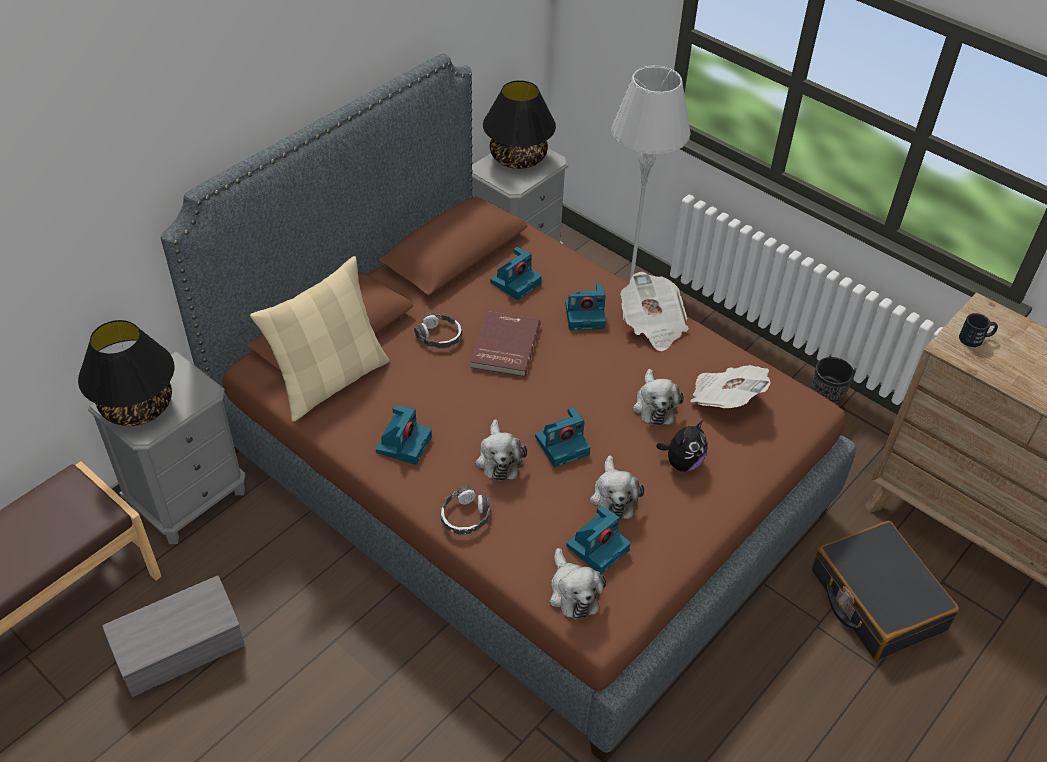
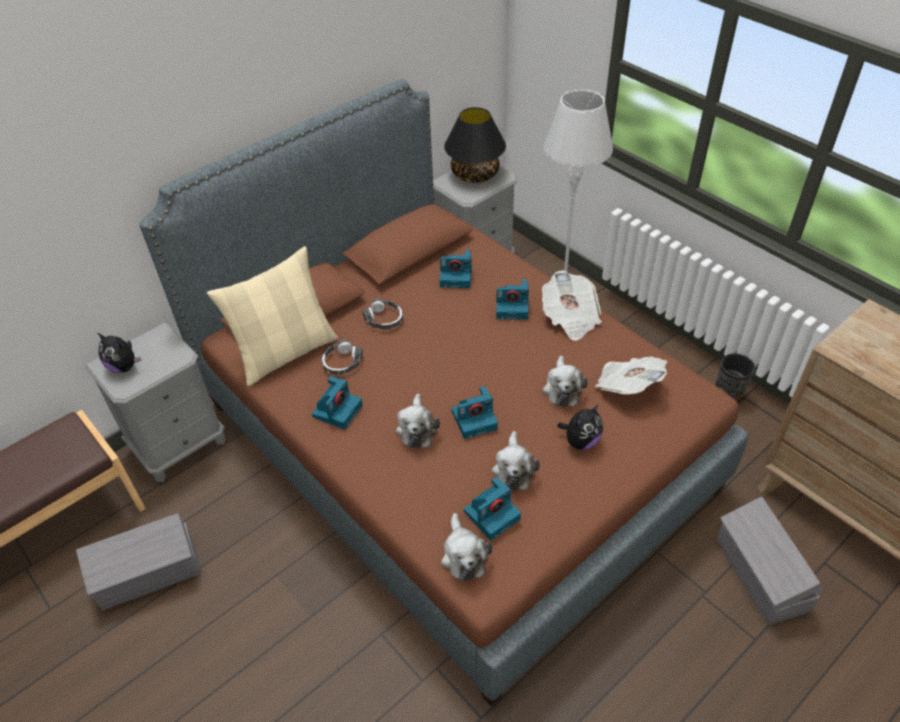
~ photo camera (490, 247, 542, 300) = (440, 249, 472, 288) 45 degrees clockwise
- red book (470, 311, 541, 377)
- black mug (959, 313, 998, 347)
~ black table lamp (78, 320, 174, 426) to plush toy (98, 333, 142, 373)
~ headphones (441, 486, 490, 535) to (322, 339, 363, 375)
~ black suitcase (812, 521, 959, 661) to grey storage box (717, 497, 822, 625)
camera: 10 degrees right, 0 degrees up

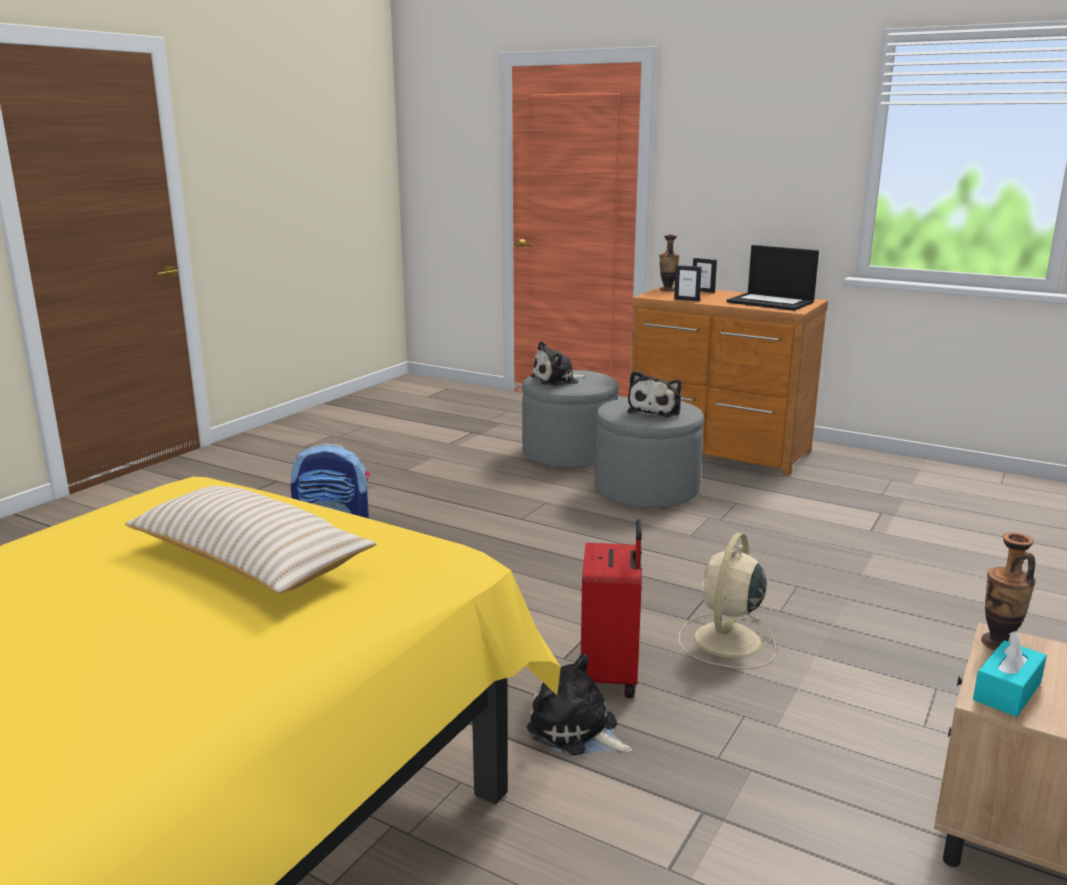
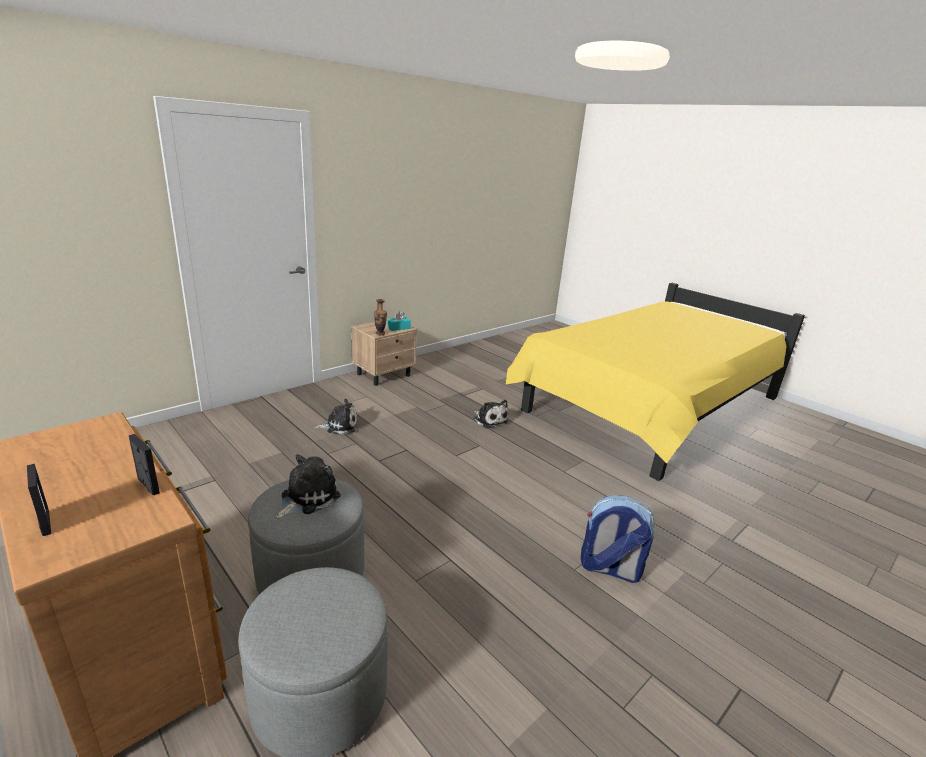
- vase (659, 235, 679, 291)
- laptop (727, 245, 819, 311)
~ plush toy (530, 341, 586, 386) to (315, 399, 357, 434)
- beige pillow (125, 486, 376, 594)
- red suitcase (581, 520, 642, 698)
- beige fan (679, 533, 776, 669)
camera: 165 degrees left, 5 degrees up

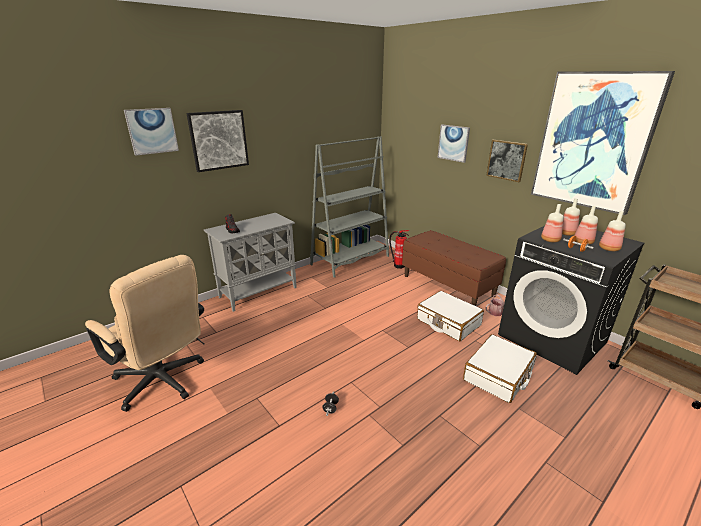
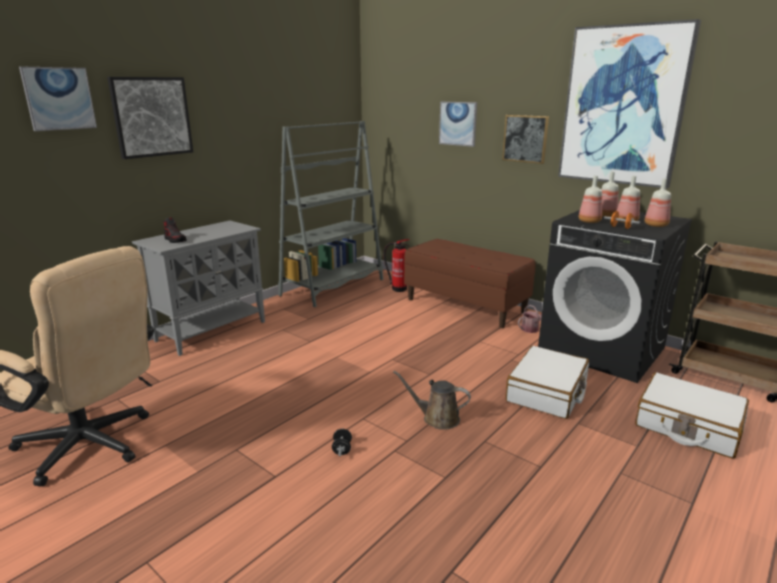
~ white suitcase (417, 291, 484, 341) to (635, 372, 749, 459)
+ brown watering can (393, 371, 471, 430)
camera: 10 degrees left, 5 degrees down

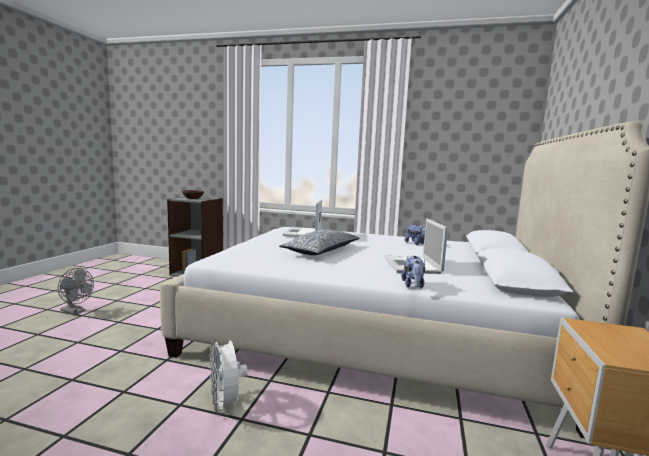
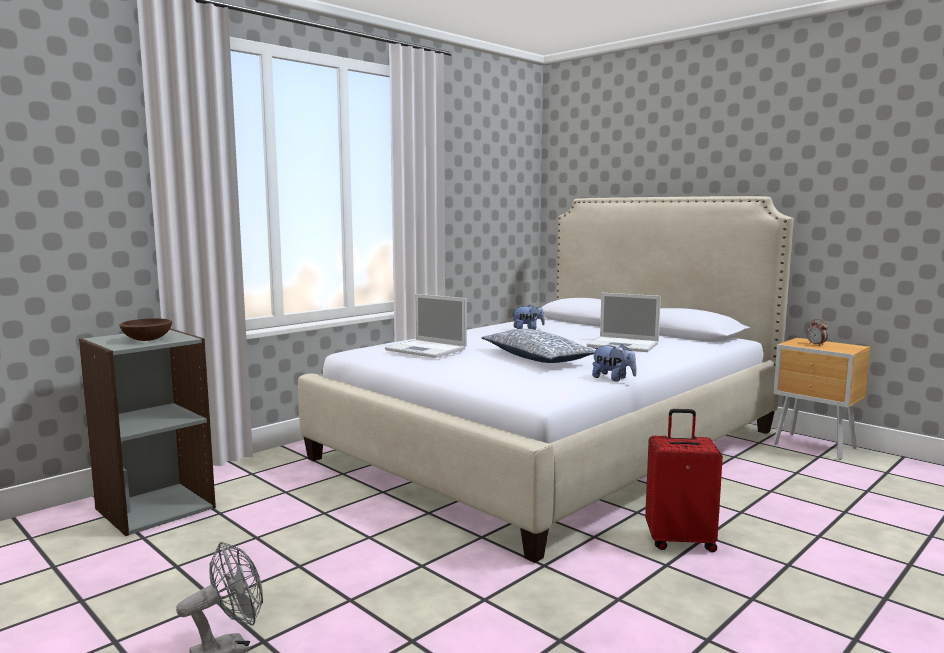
~ plush toy (401, 256, 425, 288) to (592, 344, 637, 381)
~ white fan (209, 338, 248, 415) to red suitcase (645, 409, 723, 552)
+ alarm clock (807, 319, 828, 346)
camera: 60 degrees left, 0 degrees up

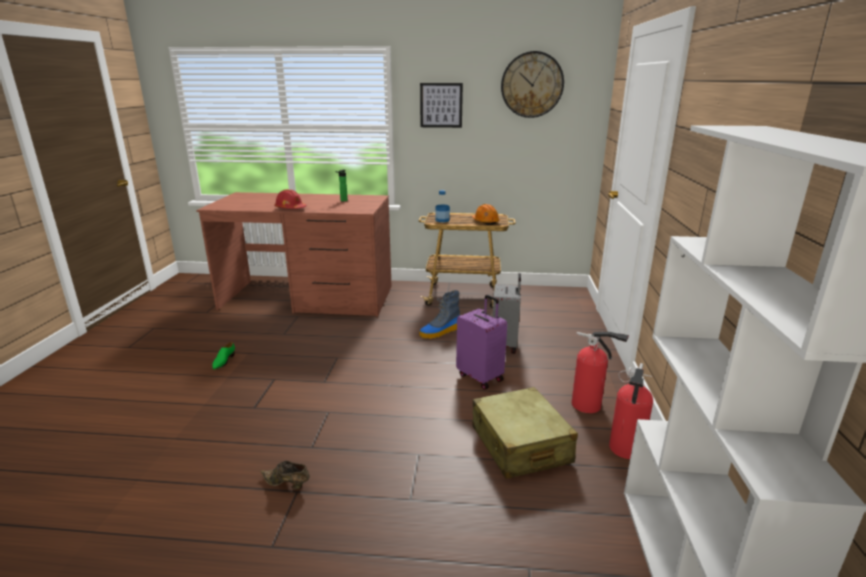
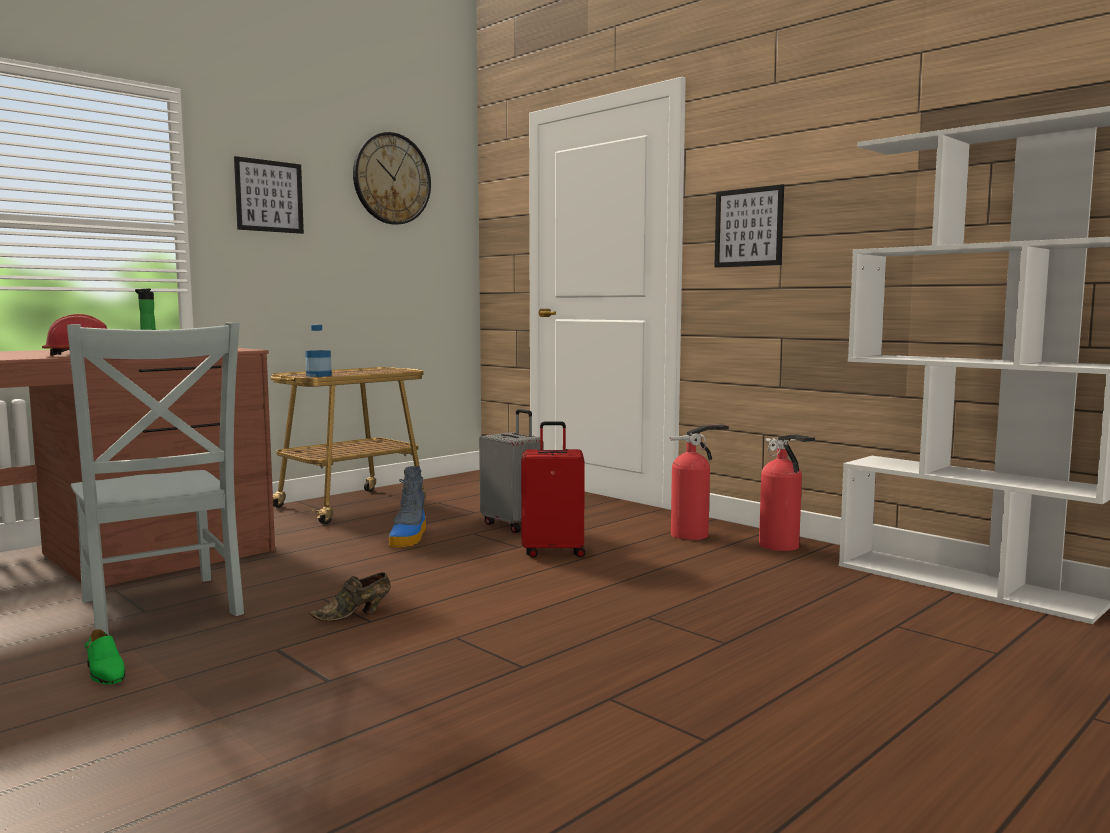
- orange hard hat (472, 204, 500, 225)
~ purple suitcase (456, 295, 507, 390) to red suitcase (521, 421, 585, 557)
- beige suitcase (473, 387, 578, 479)
~ brown shoe (260, 460, 310, 489) to (309, 572, 391, 621)
+ picture (714, 184, 784, 268)
+ grey chair (67, 323, 244, 635)
camera: 50 degrees left, 15 degrees down

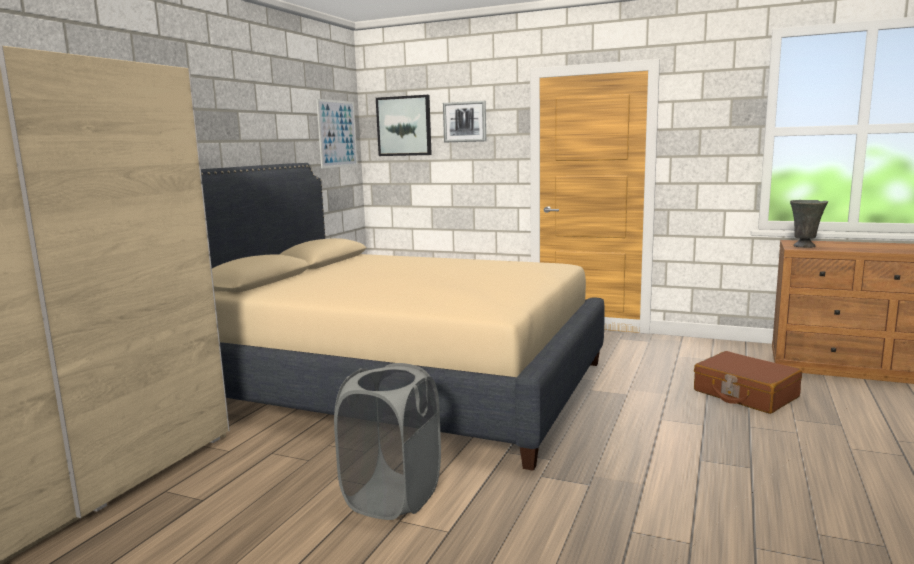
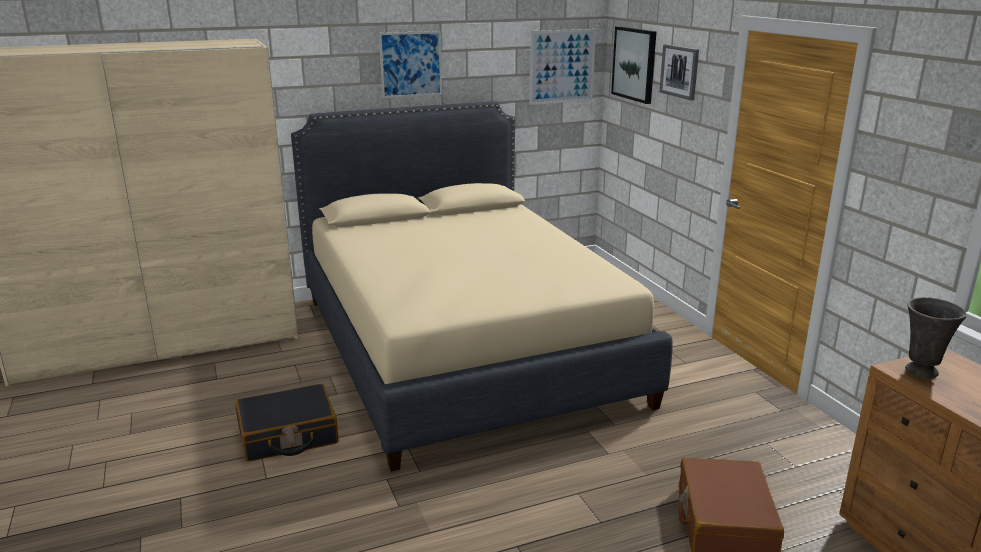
~ grey laundry basket (334, 363, 441, 520) to black suitcase (235, 384, 339, 462)
+ picture (379, 31, 442, 98)
camera: 45 degrees right, 10 degrees up

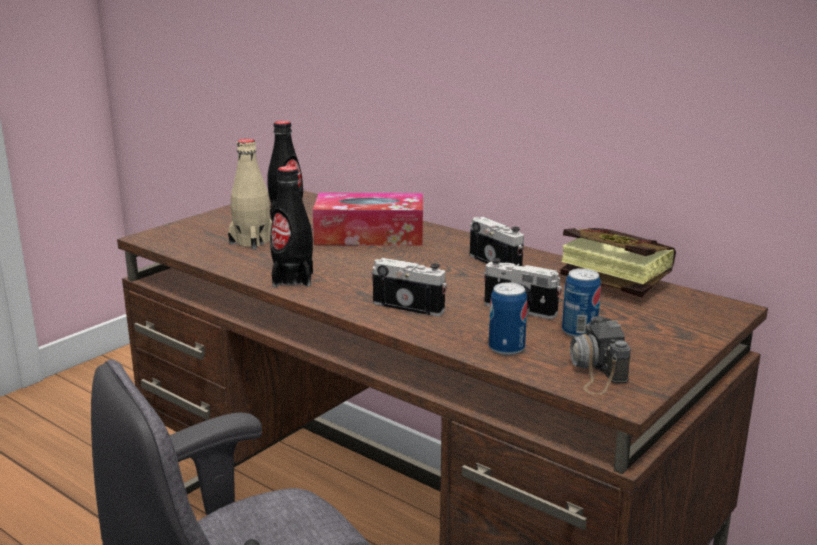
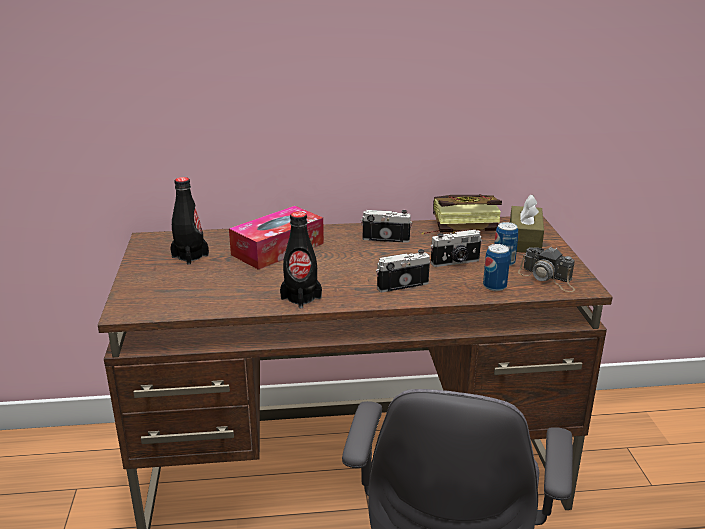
- beige bottle (228, 139, 272, 250)
+ brown tissue box (510, 194, 544, 253)
camera: 45 degrees left, 5 degrees up

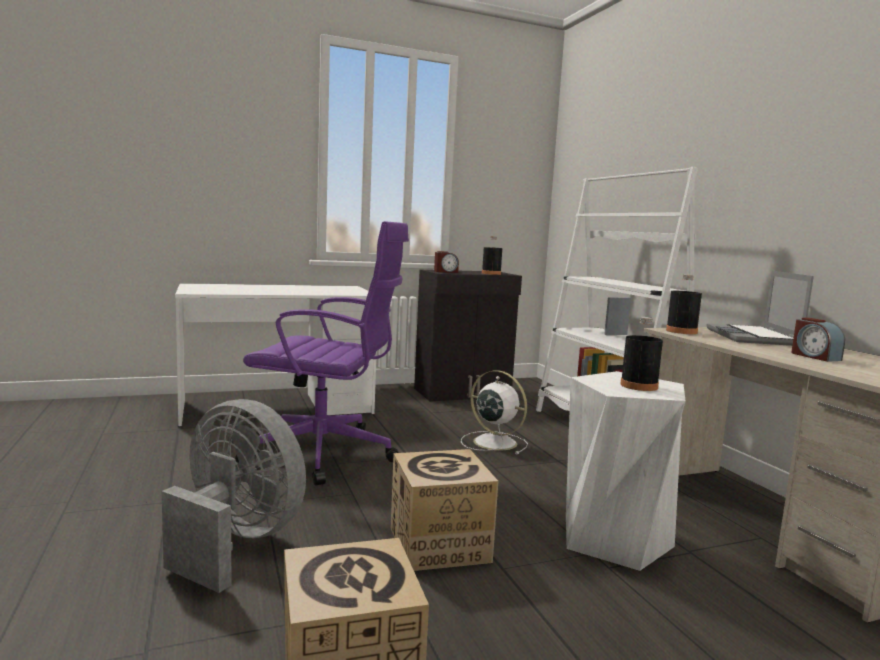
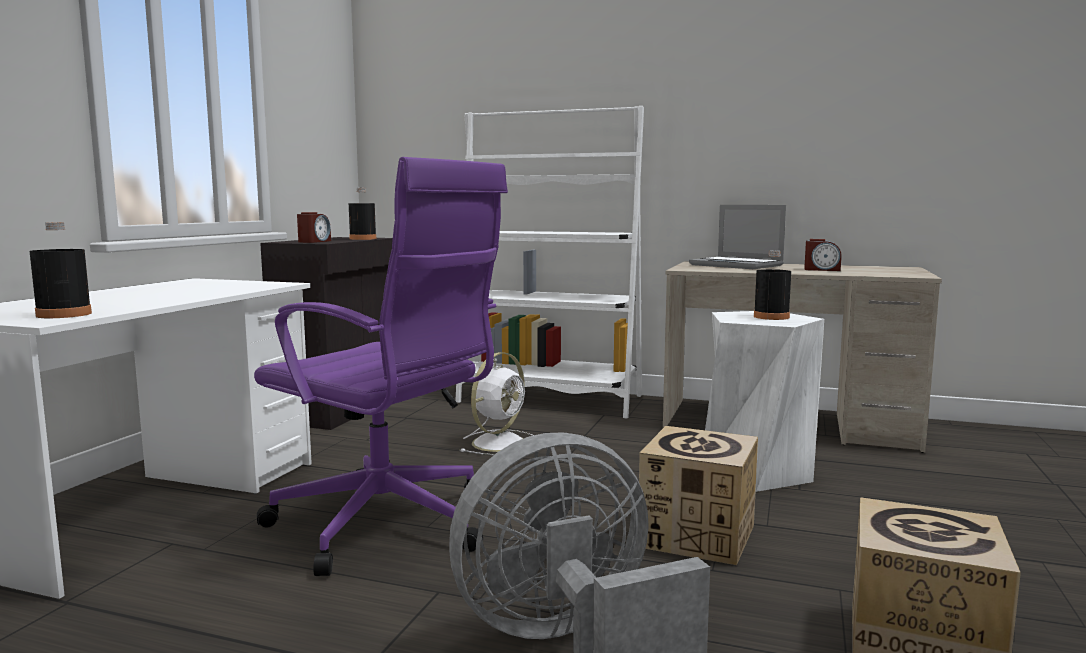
~ purple office chair (235, 221, 409, 486) = (254, 157, 508, 576) 75 degrees clockwise
~ black bottle (666, 275, 702, 334) to (30, 222, 92, 318)
~ white fan (461, 370, 528, 454) = (460, 352, 534, 455) 135 degrees clockwise
camera: 50 degrees left, 0 degrees up

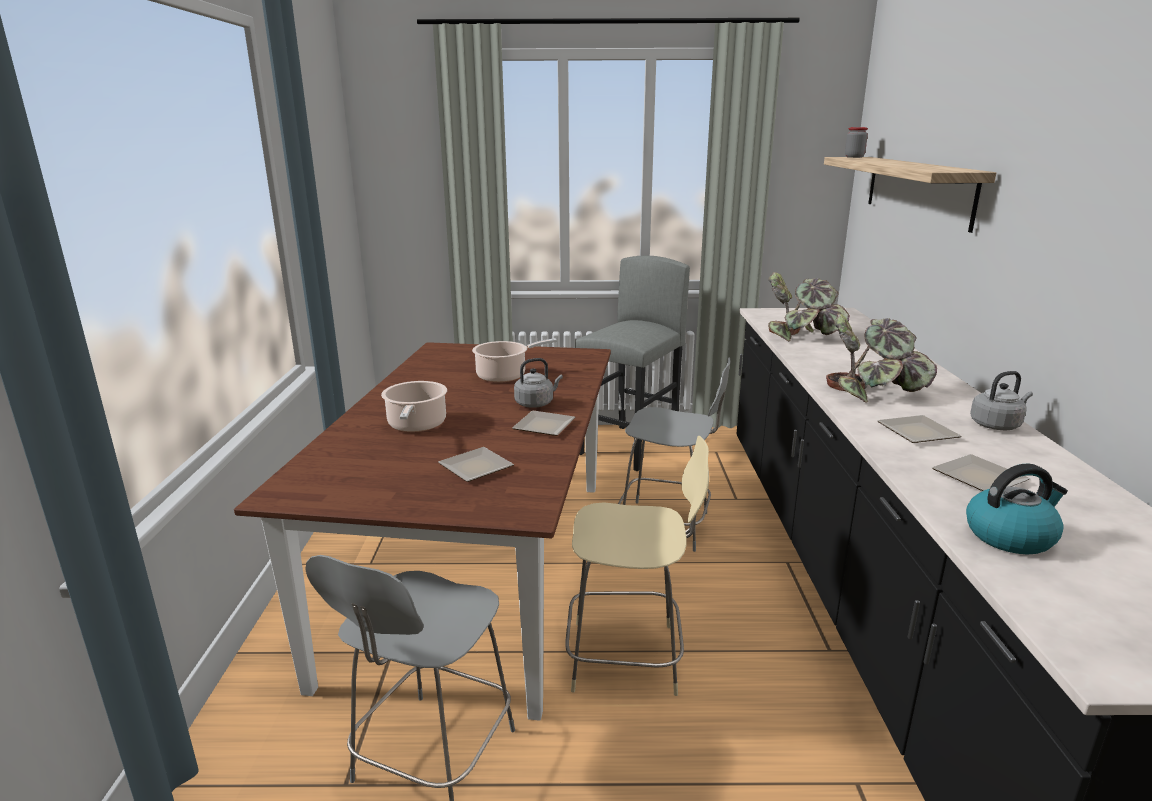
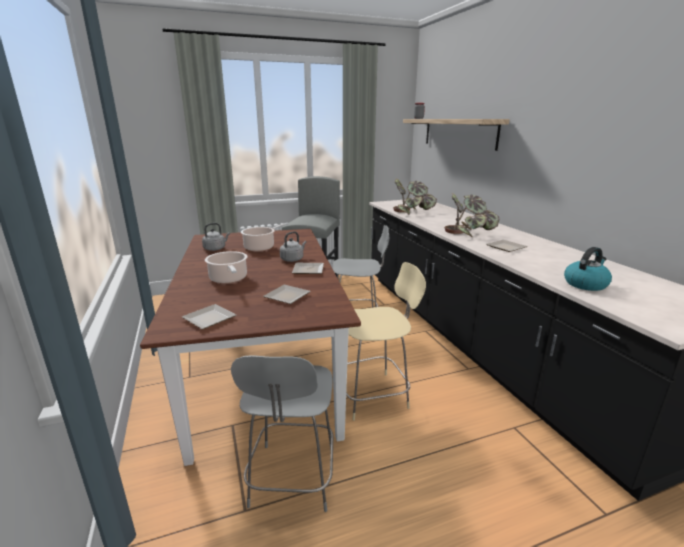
~ grey kettle (970, 371, 1033, 430) to (202, 223, 230, 251)
~ plate (932, 454, 1030, 491) to (182, 304, 236, 330)
camera: 20 degrees left, 0 degrees up

